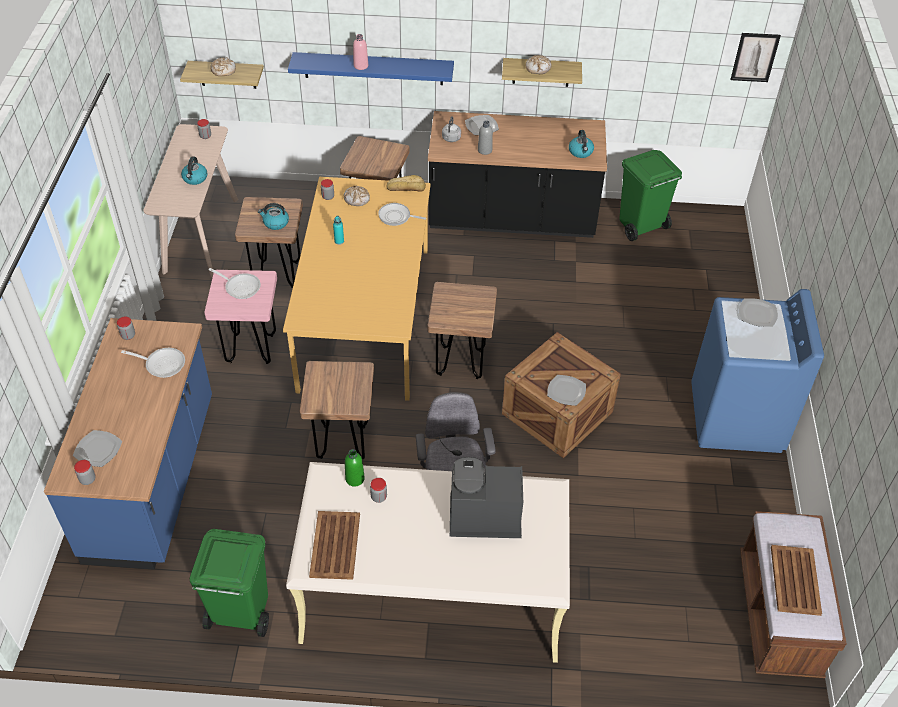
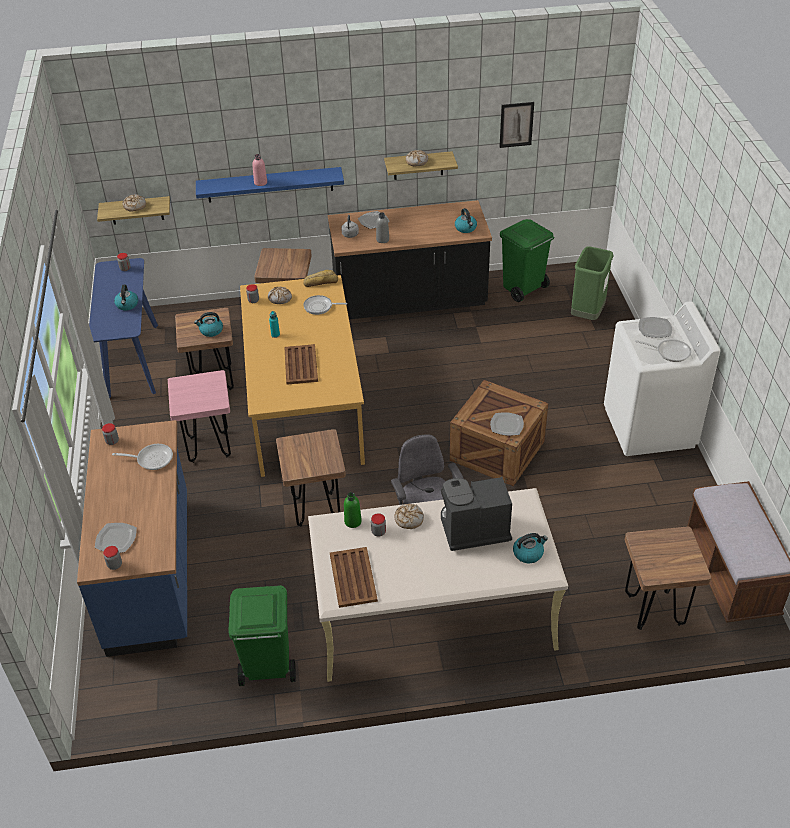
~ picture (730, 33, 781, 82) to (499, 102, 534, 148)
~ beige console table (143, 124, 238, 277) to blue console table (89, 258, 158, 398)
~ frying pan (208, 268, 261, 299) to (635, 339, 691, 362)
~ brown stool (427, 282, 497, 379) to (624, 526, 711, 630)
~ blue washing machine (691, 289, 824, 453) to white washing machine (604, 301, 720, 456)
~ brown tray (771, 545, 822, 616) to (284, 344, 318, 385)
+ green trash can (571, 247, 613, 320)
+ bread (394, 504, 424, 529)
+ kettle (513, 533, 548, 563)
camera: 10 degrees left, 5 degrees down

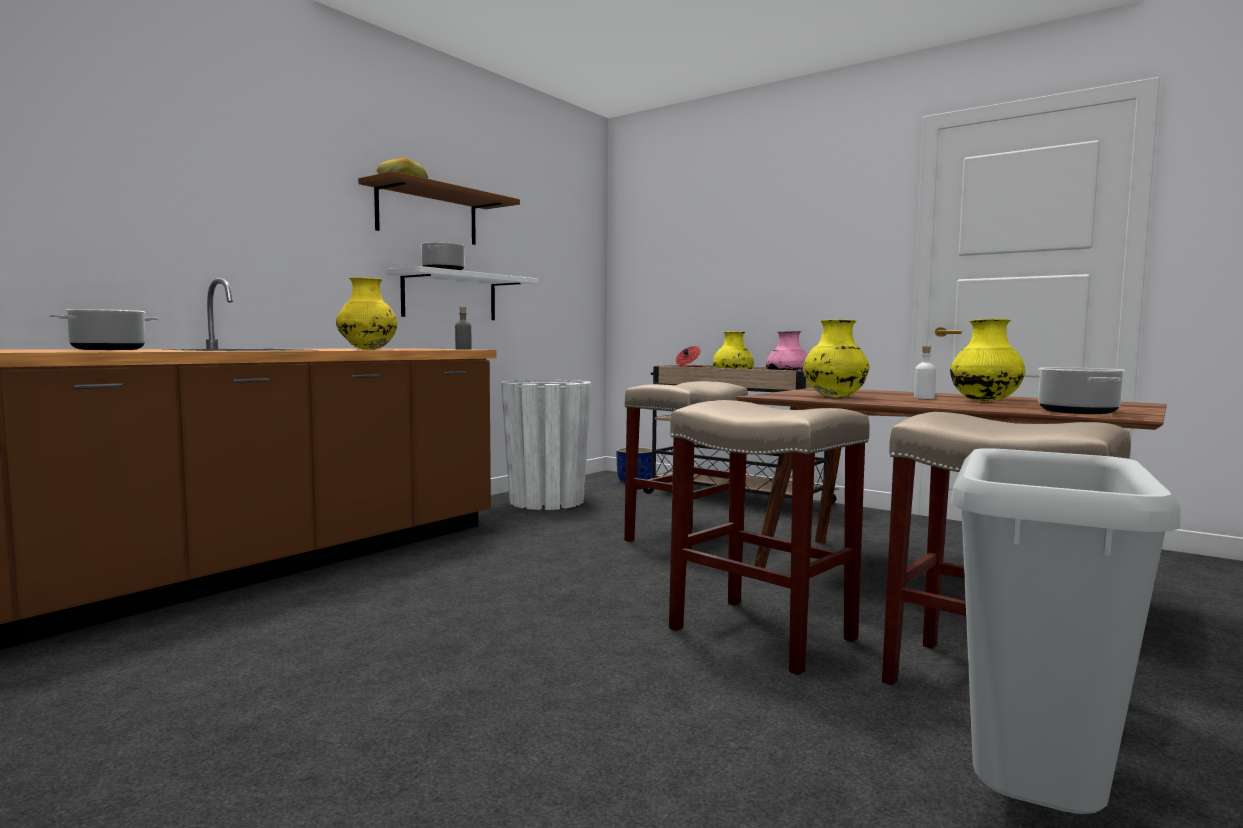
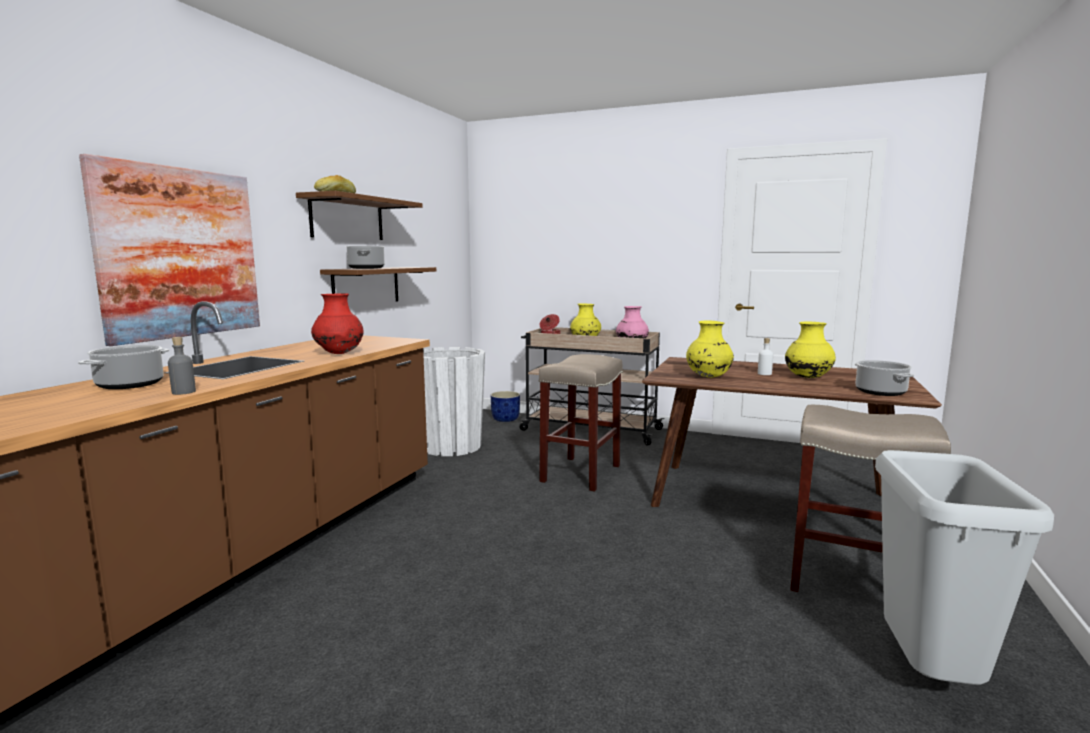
~ white shelf (386, 266, 538, 320) to brown shelf (320, 267, 436, 302)
~ yellow vase (336, 277, 397, 350) to red vase (311, 293, 364, 354)
~ grey bottle (455, 307, 472, 349) to (168, 337, 196, 395)
- beige stool (669, 400, 870, 675)
+ picture (79, 154, 260, 346)
camera: 15 degrees left, 5 degrees up

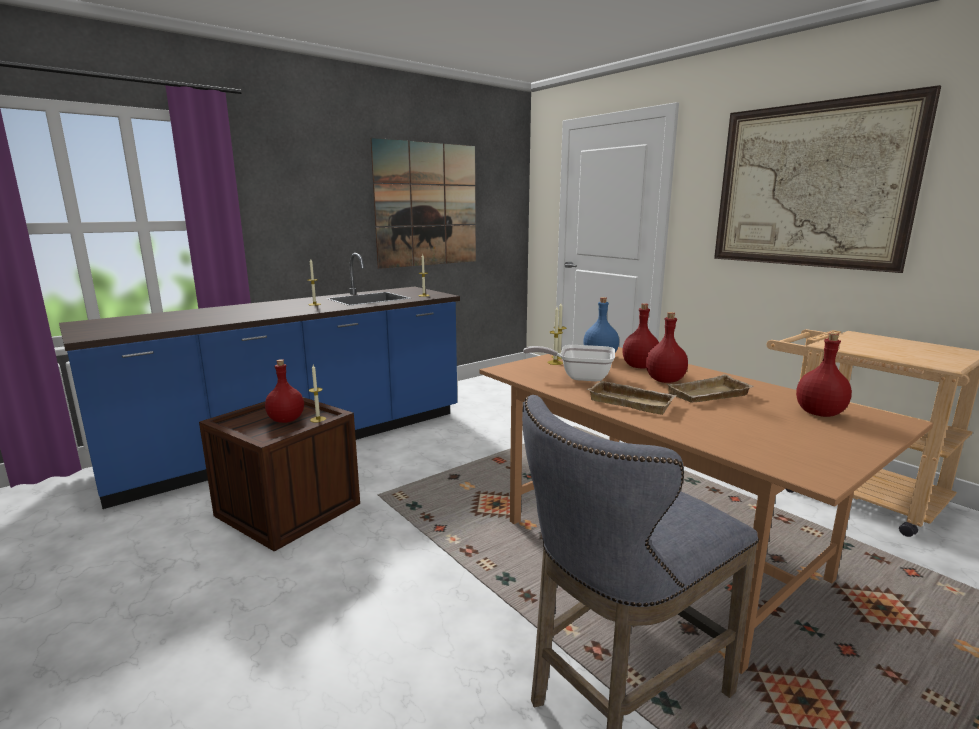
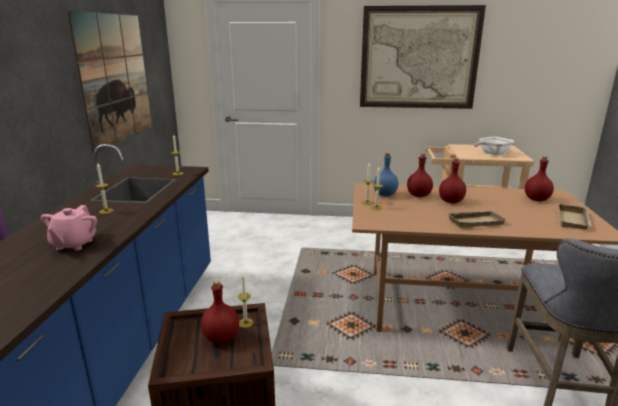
~ frying pan (523, 345, 615, 382) to (474, 136, 514, 155)
~ beige tray (666, 374, 755, 403) to (558, 203, 592, 230)
+ pink teapot (41, 205, 97, 251)
camera: 45 degrees left, 5 degrees up

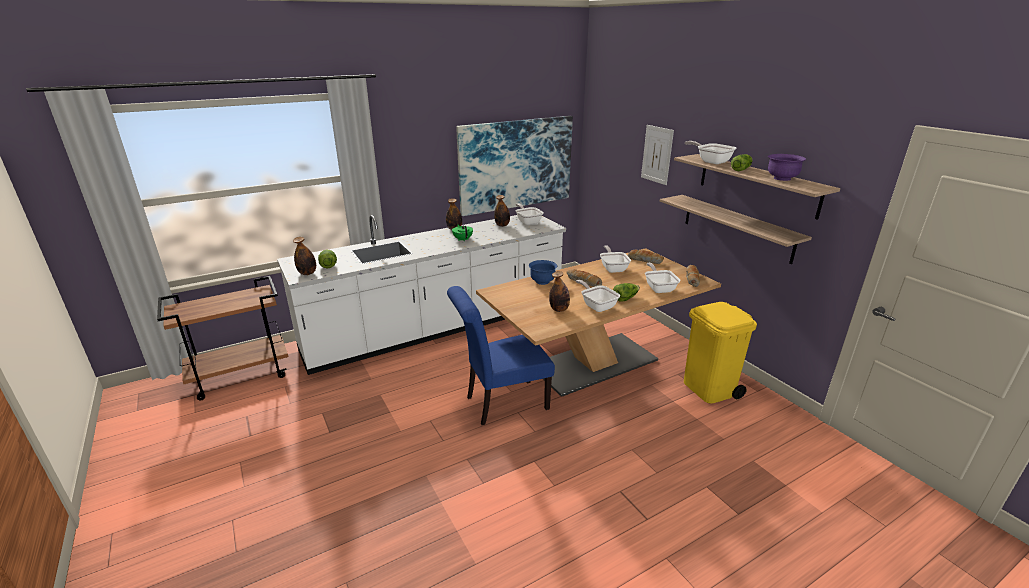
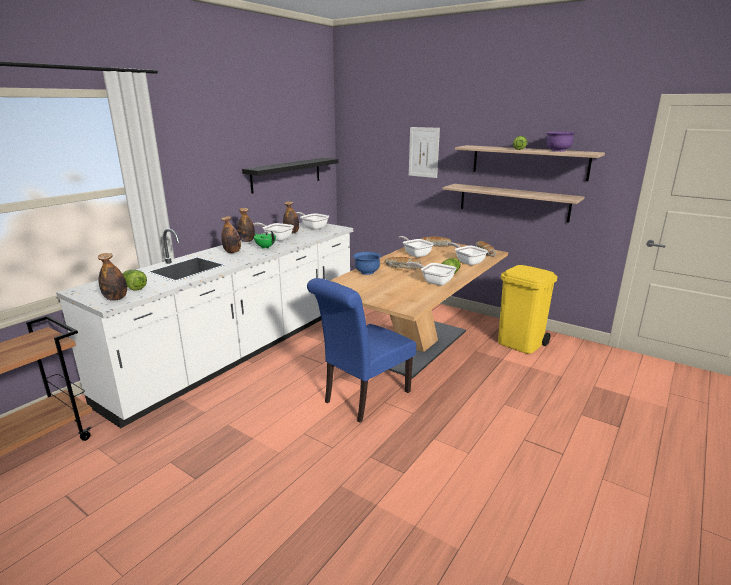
~ picture (456, 116, 573, 216) to black shelf (242, 158, 339, 194)
~ frying pan (685, 141, 736, 164) to (253, 223, 294, 241)
~ bottle (549, 271, 570, 312) to (221, 216, 241, 253)
camera: 25 degrees left, 5 degrees down

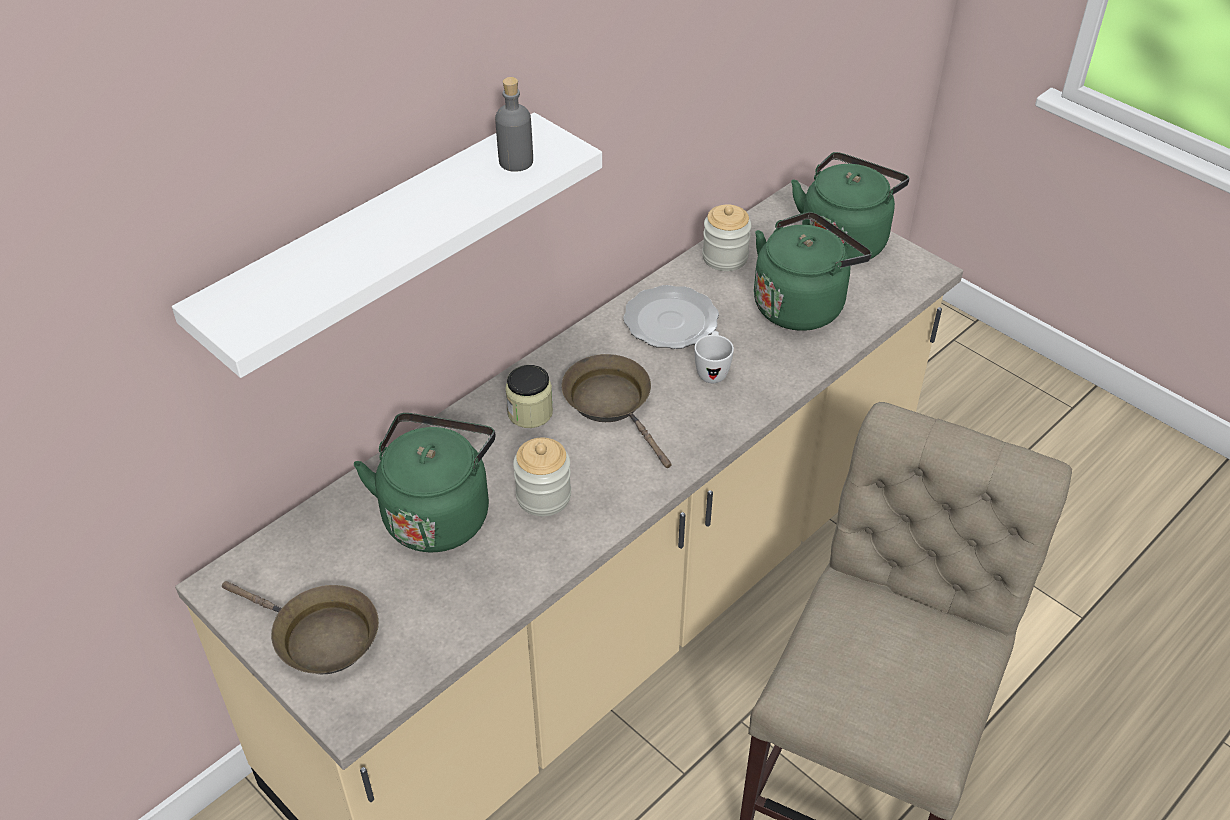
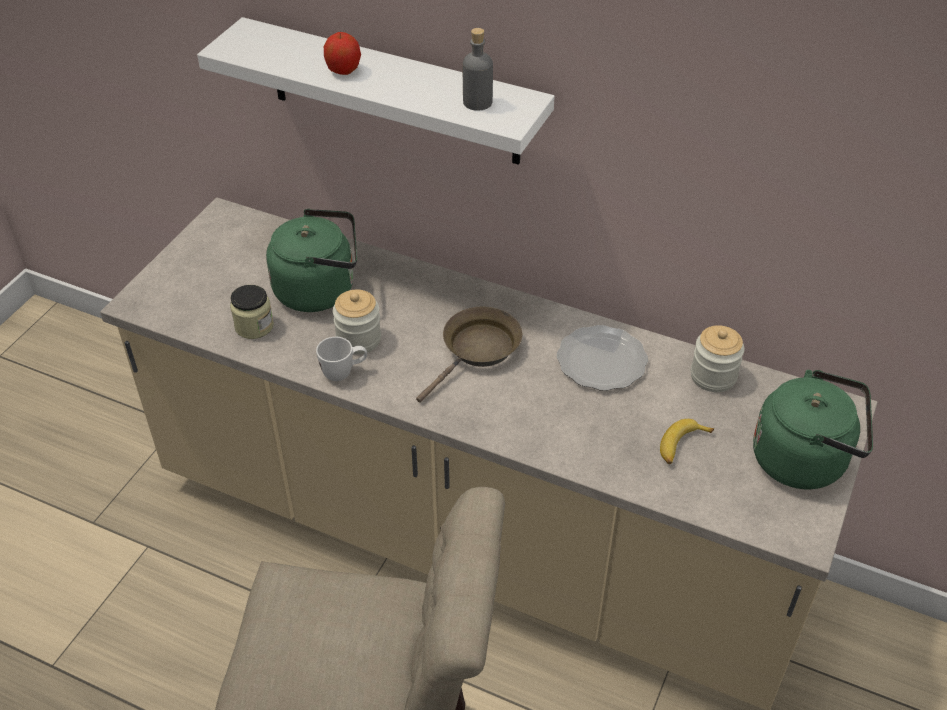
~ green kettle (754, 212, 872, 331) to banana (660, 419, 714, 464)
~ white mug (694, 331, 734, 383) to (316, 337, 367, 381)
~ jar (505, 365, 553, 428) to (230, 285, 274, 339)
- brown frying pan (222, 581, 379, 674)
+ apple (324, 32, 361, 75)
camera: 70 degrees right, 0 degrees up

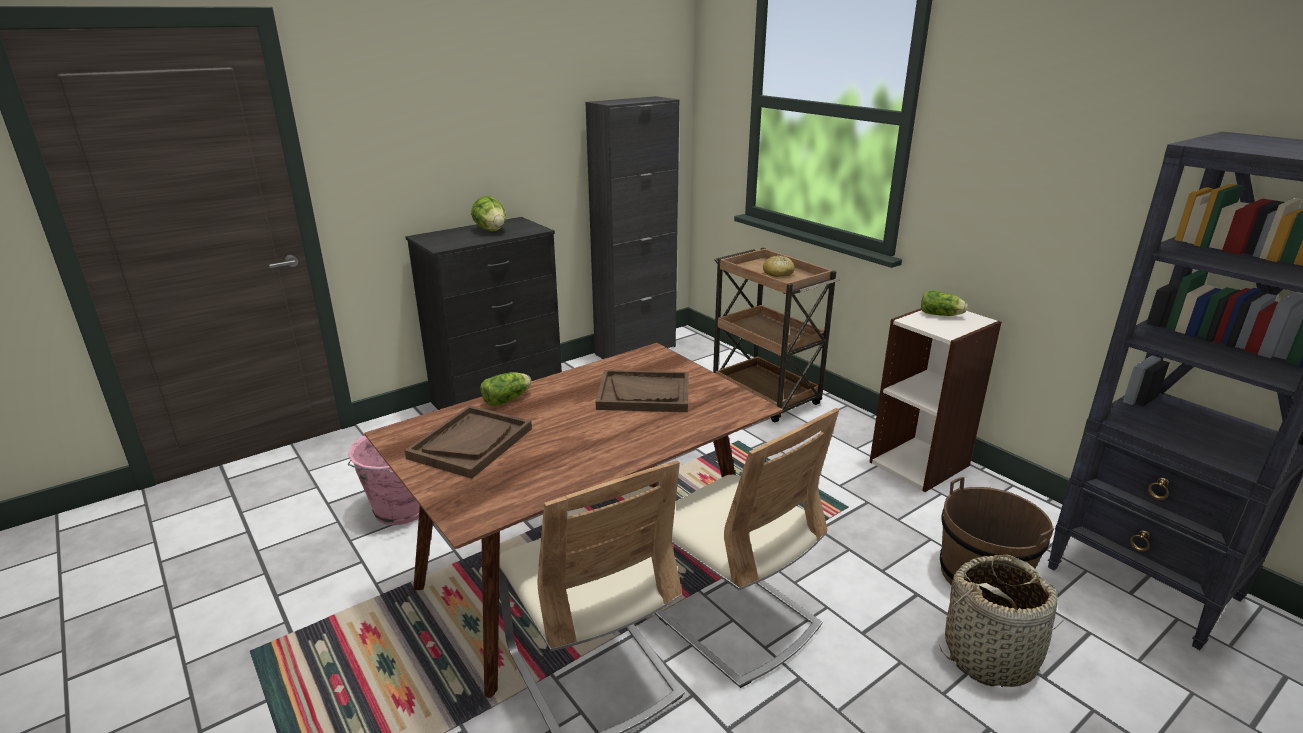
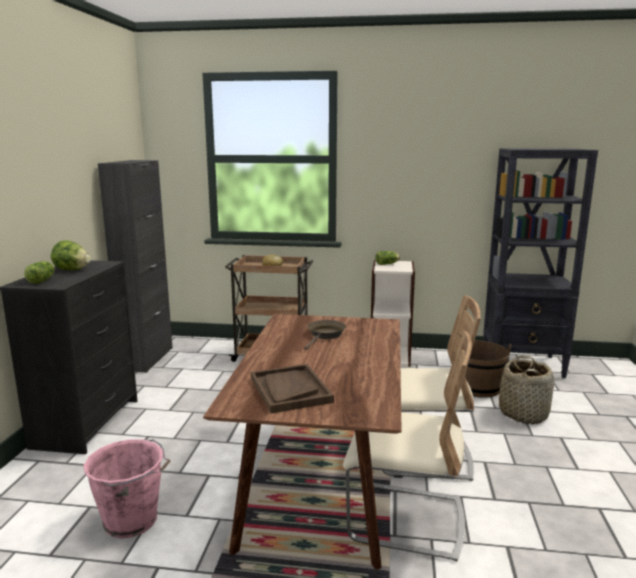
~ brown tray (596, 370, 689, 412) to brown frying pan (304, 320, 346, 350)
~ lettuce (480, 372, 532, 406) to (24, 261, 55, 284)
camera: 45 degrees left, 10 degrees down

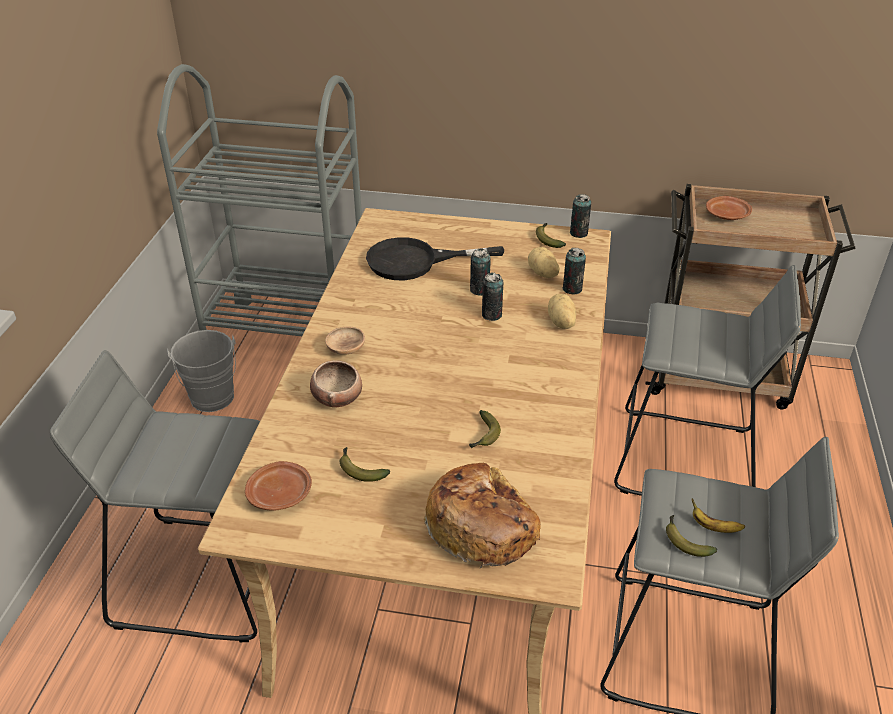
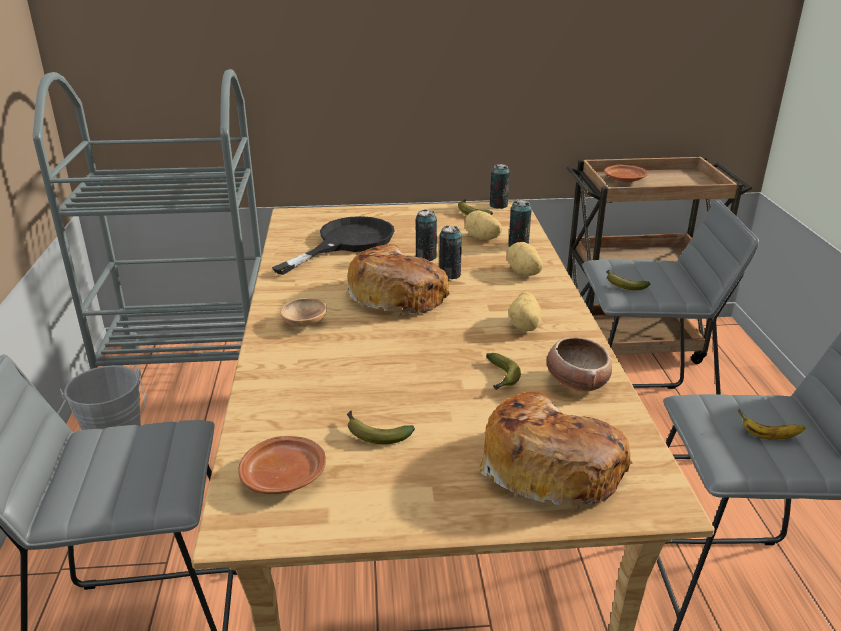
~ black frying pan (366, 237, 504, 280) = (272, 216, 395, 275) 150 degrees clockwise
~ bowl (310, 360, 362, 407) to (547, 337, 612, 392)
~ banana (666, 515, 717, 557) to (606, 270, 650, 290)
+ bread (346, 244, 449, 315)
+ potato (508, 292, 541, 331)
camera: 15 degrees left, 10 degrees down

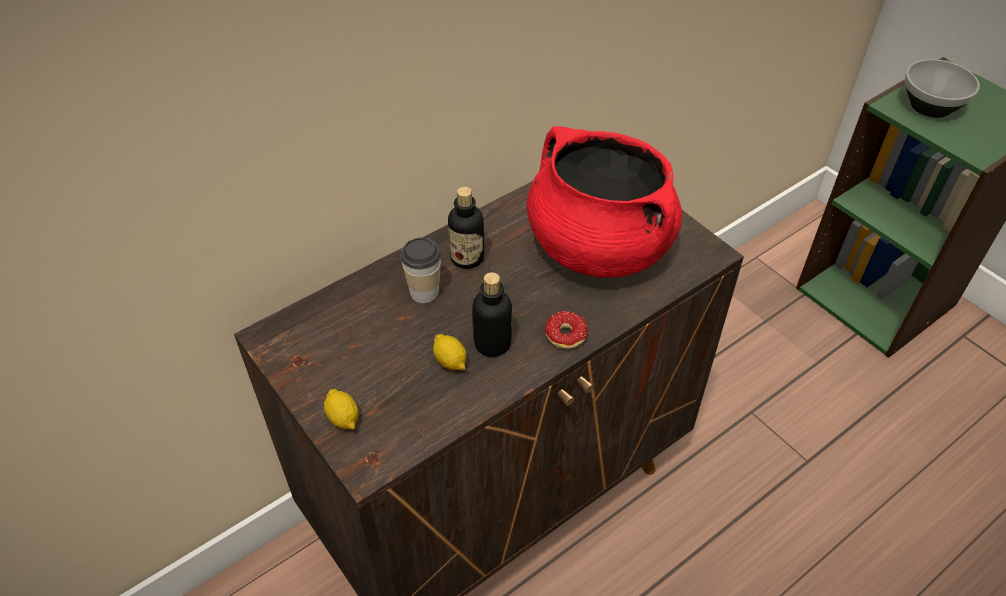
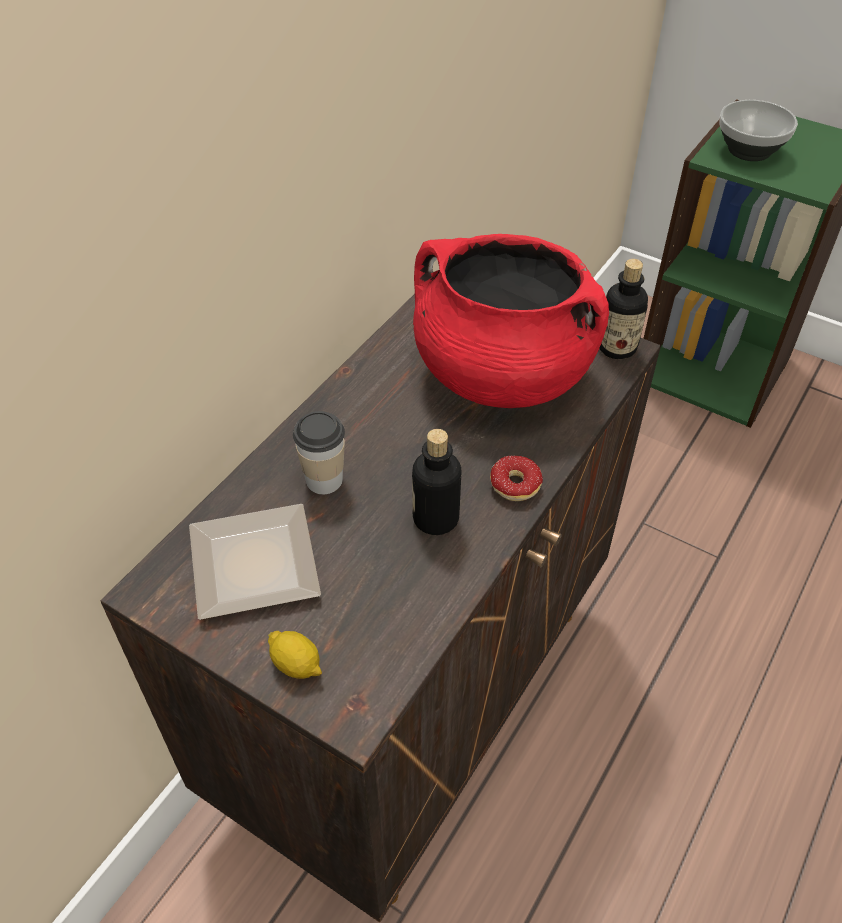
~ bottle (448, 187, 484, 269) to (599, 259, 648, 359)
- lemon (433, 334, 467, 371)
+ plate (189, 504, 321, 620)
camera: 20 degrees left, 0 degrees up

